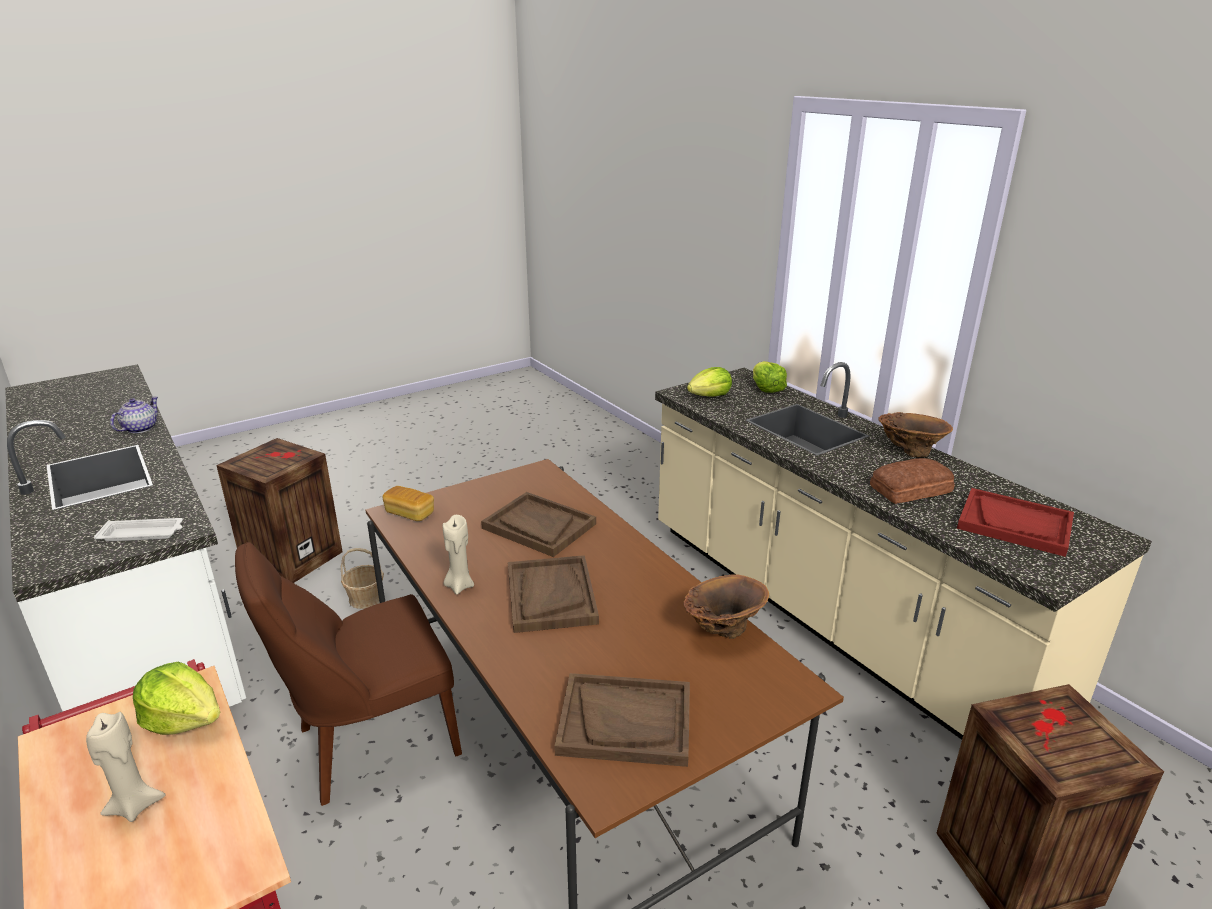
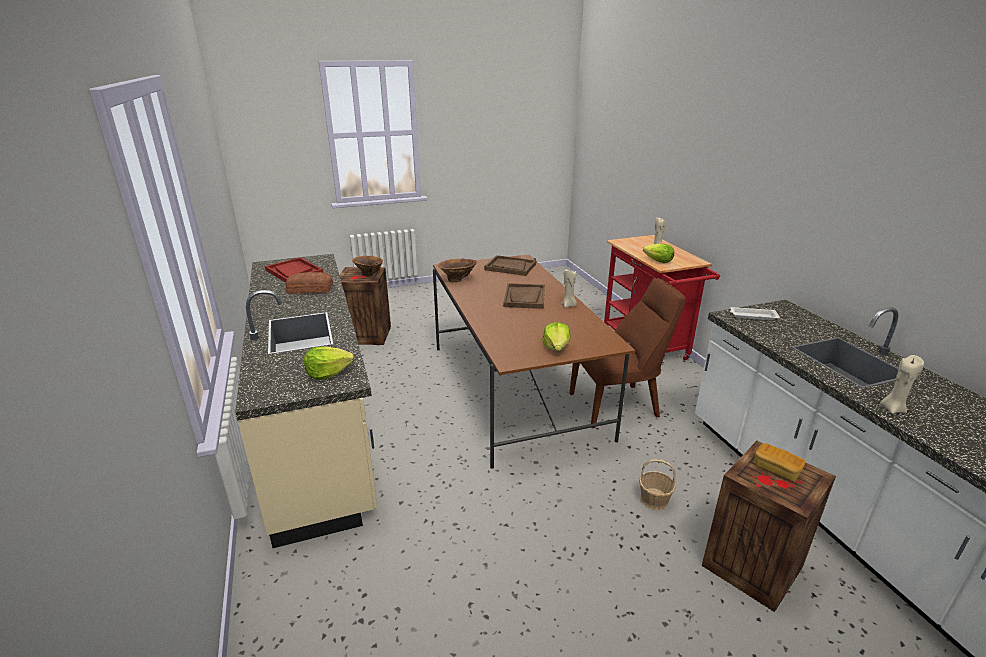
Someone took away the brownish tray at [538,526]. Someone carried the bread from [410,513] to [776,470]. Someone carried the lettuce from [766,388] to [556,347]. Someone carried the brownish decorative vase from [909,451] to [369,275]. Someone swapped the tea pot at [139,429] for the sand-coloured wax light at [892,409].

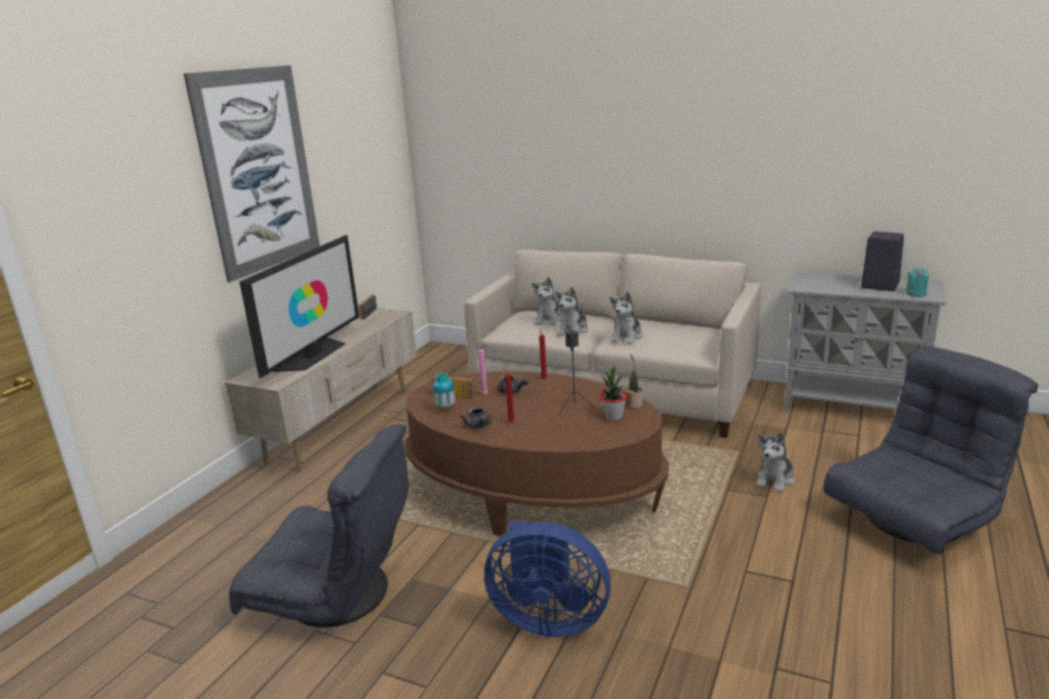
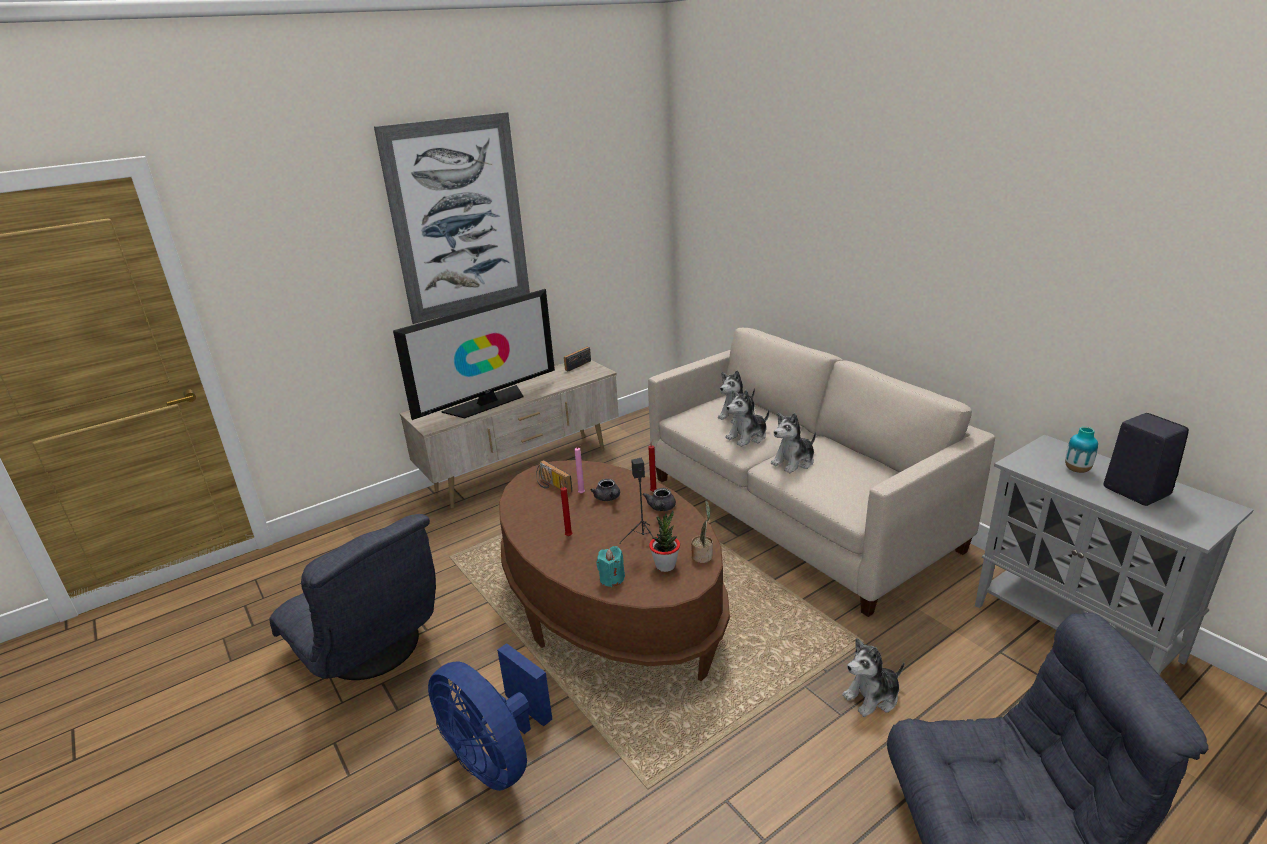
Someone carried the decorative vase from [445,409] to [1077,470]. Someone carried the greyish tea pot from [479,426] to [661,508]. Someone carried the blue-green wax light from [916,294] to [612,579].

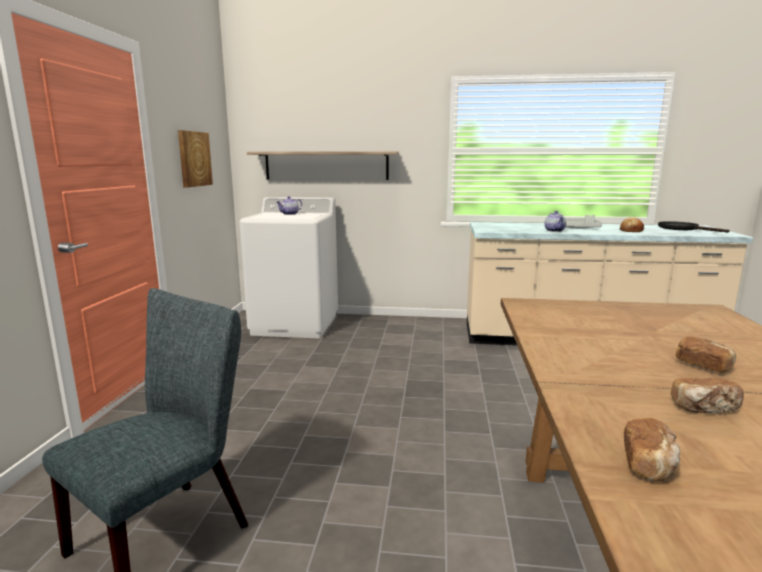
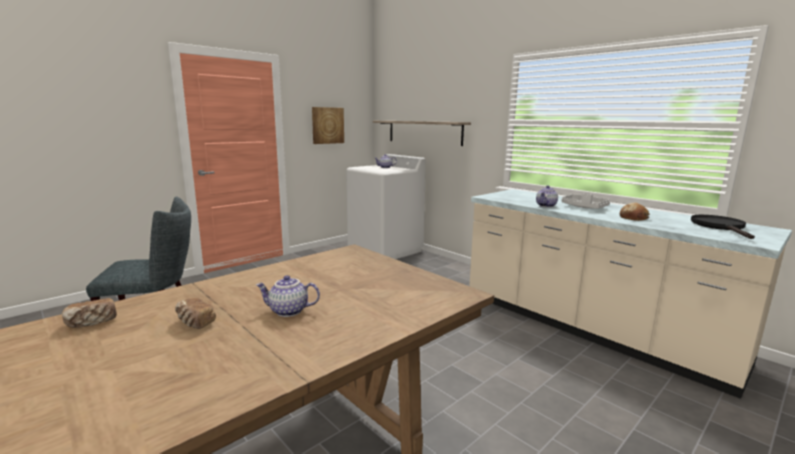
Someone swapped the bread at [703,365] for the tea pot at [288,311].

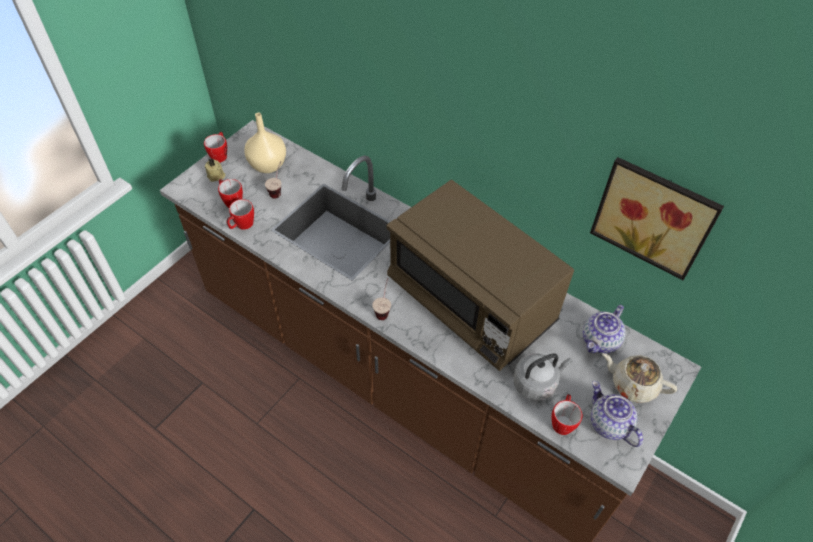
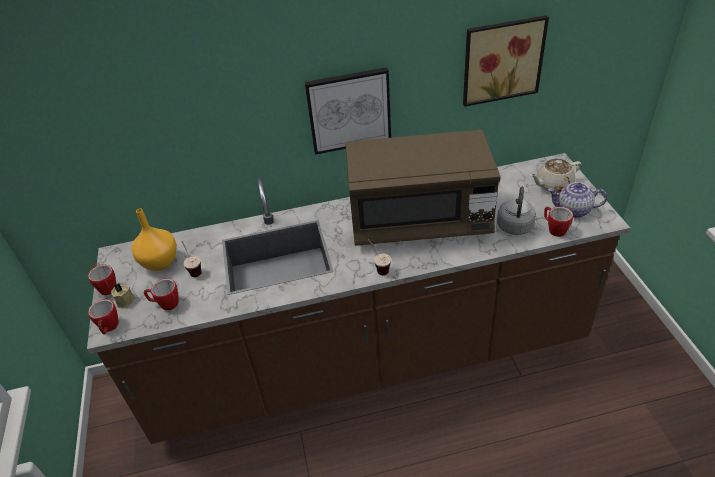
Someone took away the tea pot at [600,341]. Someone put up the wall picture at [349,110]. Someone carried the coffee mug from [242,225] to [109,328]. Someone repainted the sand-coloured decorative vase at [267,165], which became the orange decorative vase at [159,263].

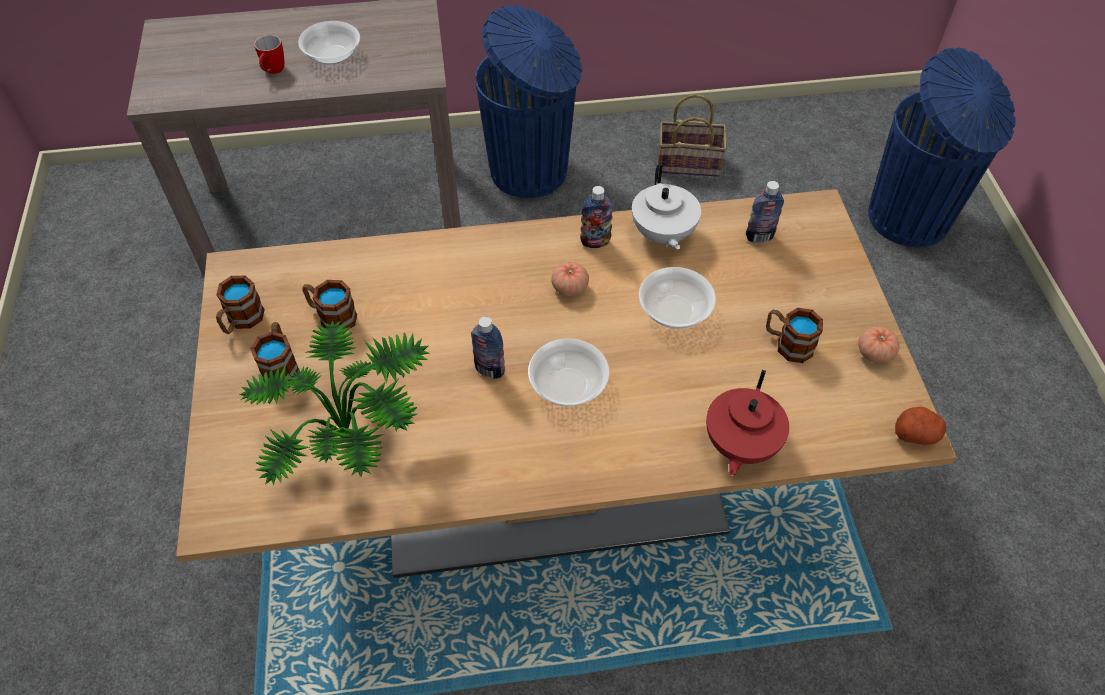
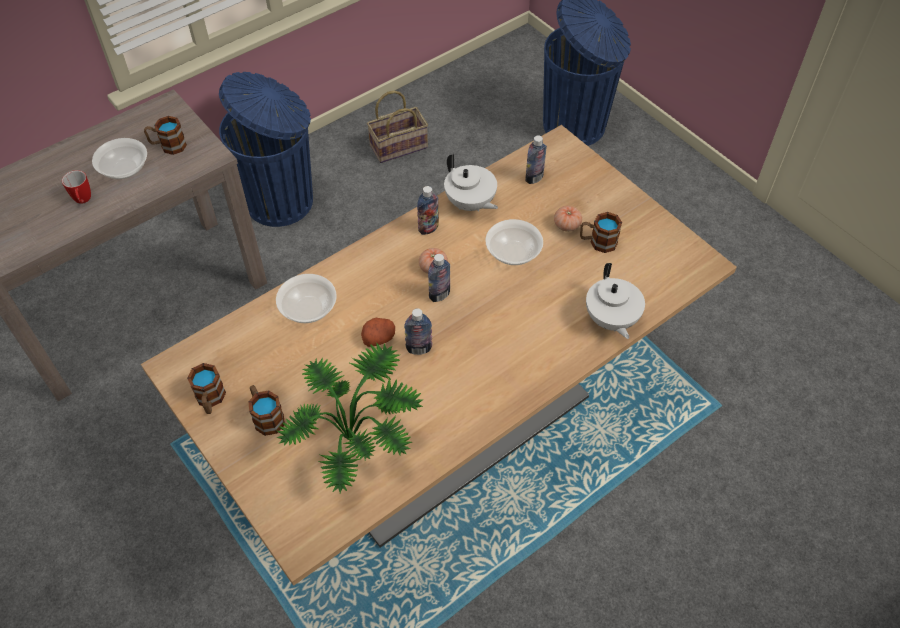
Someone put down the drink bottle at [439,295]. Someone carried the coffee mug from [332,316] to [168,146]. Someone carried the deep dish from [567,384] to [308,308]. Someone carried the fresh tomato from [874,353] to [567,225]. Someone carried the whole potato from [916,433] to [379,337]. Someone repainted the reddish tea pot at [739,445], which became the white-coloured tea pot at [610,320].

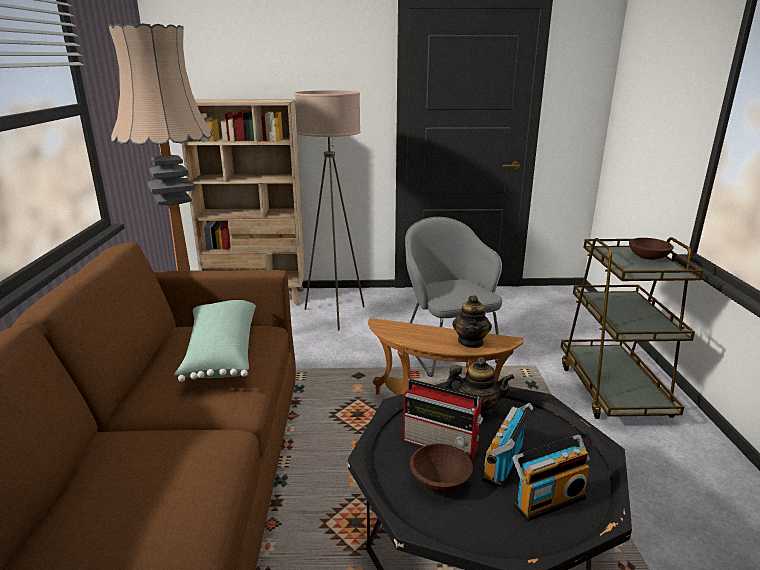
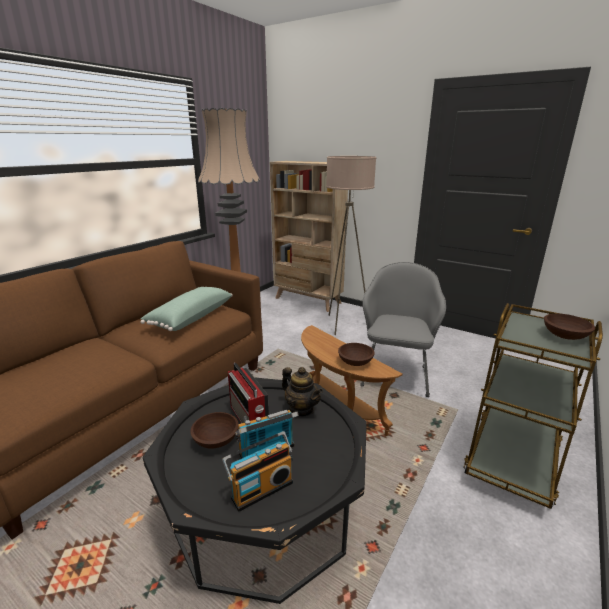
Someone swapped the tea pot at [471,342] for the brownish deep dish at [356,362]. Someone rotated the radio receiver at [547,500] by 45 degrees counterclockwise.

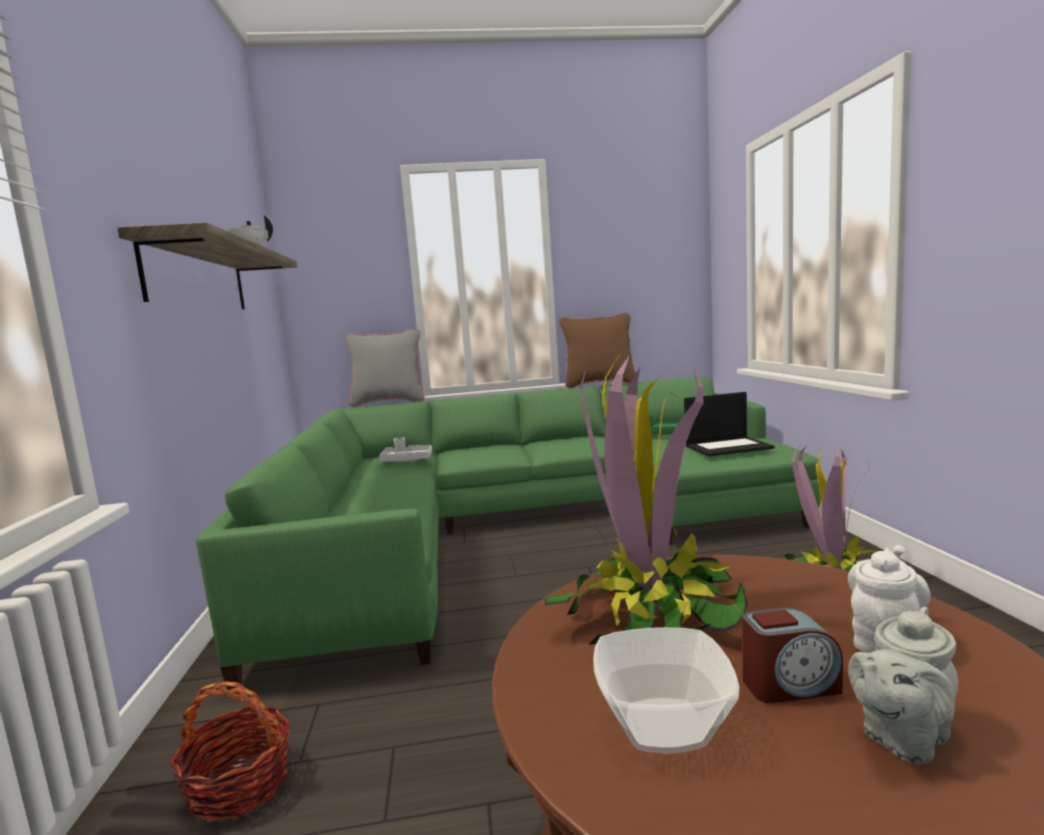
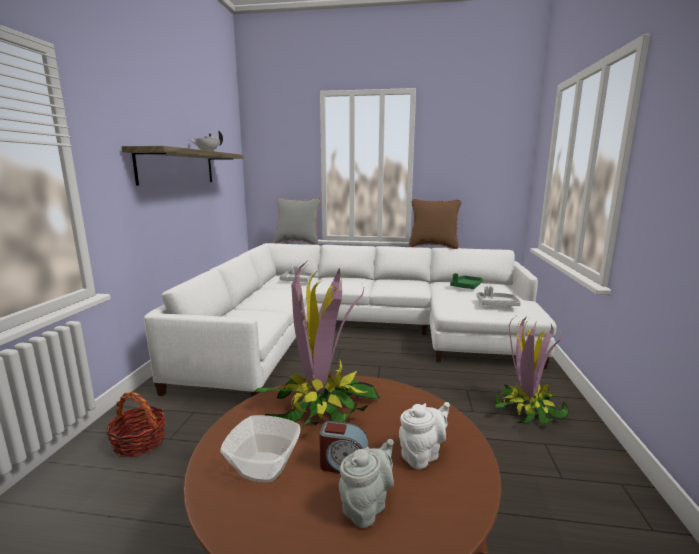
Someone swapped the portable computer at [728,447] for the greyish tray at [496,304]. Someone repainted the green settee at [522,527], which became the white-coloured settee at [359,332]. Someone rotated the greyish tea pot at [901,737] by 150 degrees clockwise.

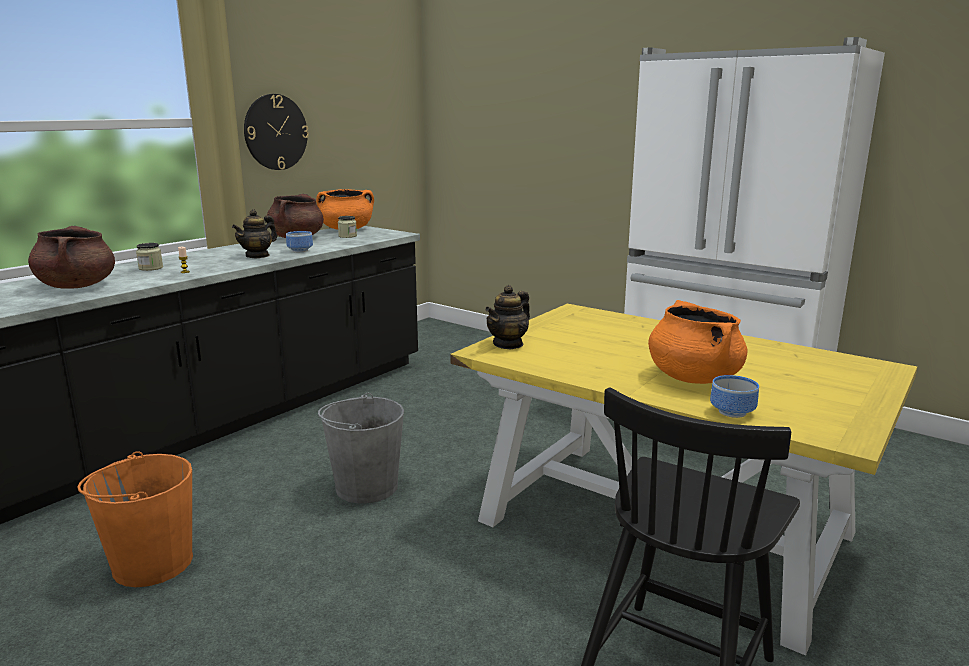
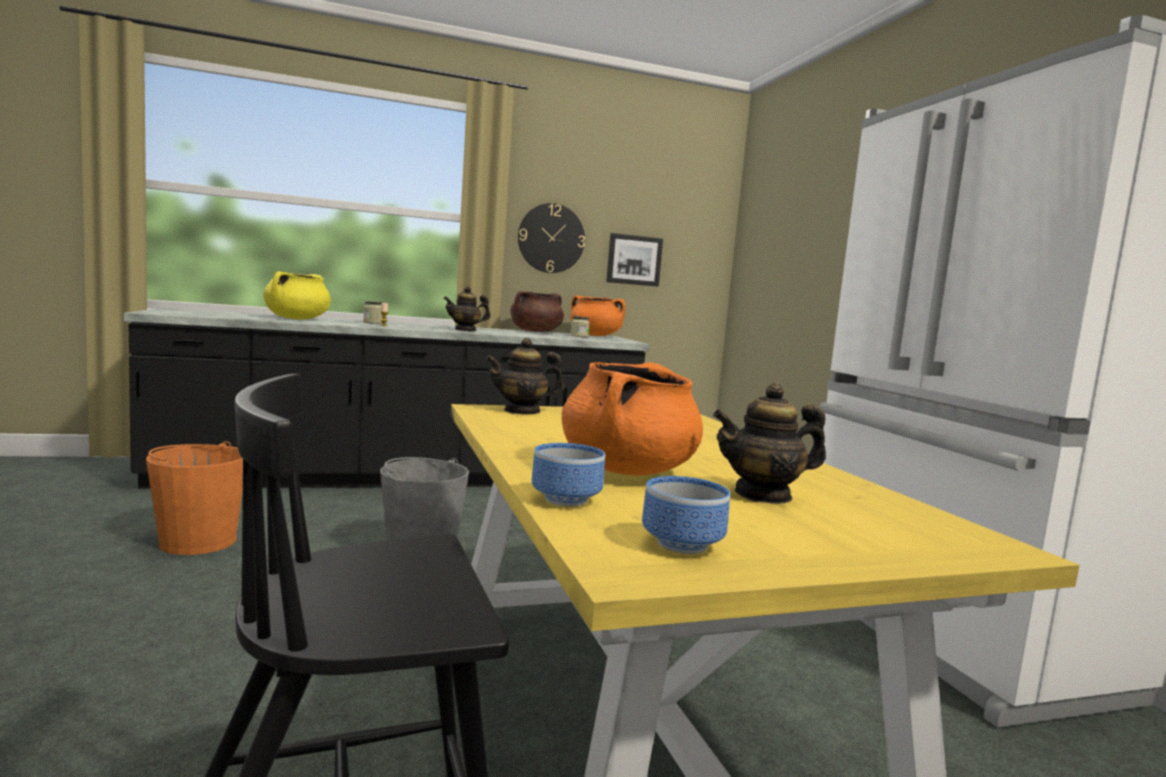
Someone put up the wall picture at [634,260]. Someone put down the tea pot at [763,495]. Someone carried the deep dish from [299,251] to [678,544]. Someone repainted the brownish stockpot at [77,286], which became the yellow-coloured stockpot at [297,319].

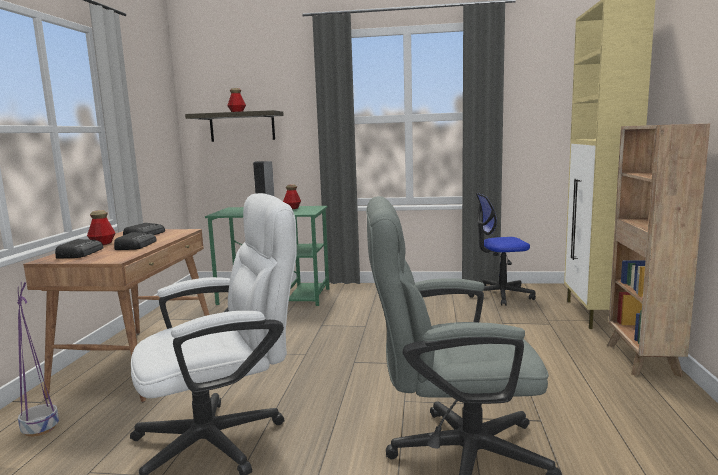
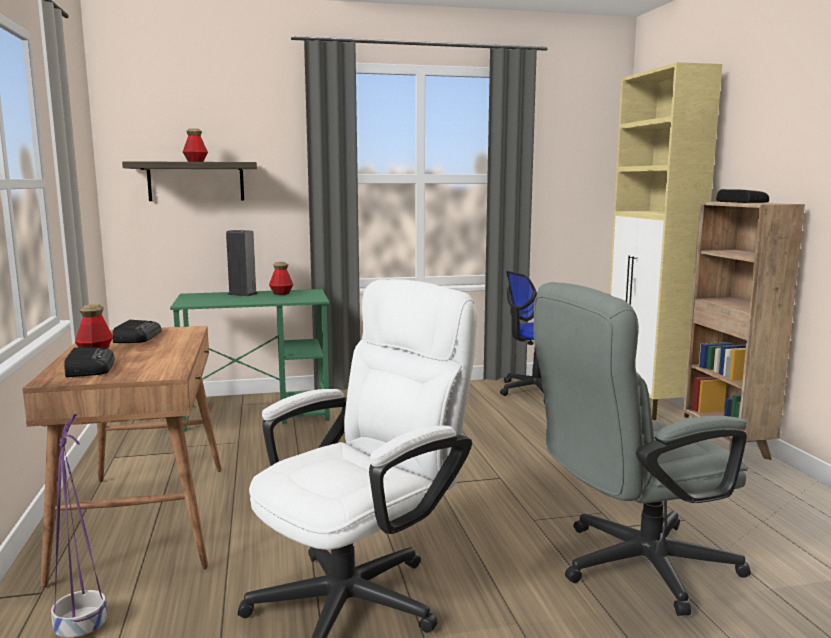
Someone carried the radio receiver from [136,245] to [741,202].

